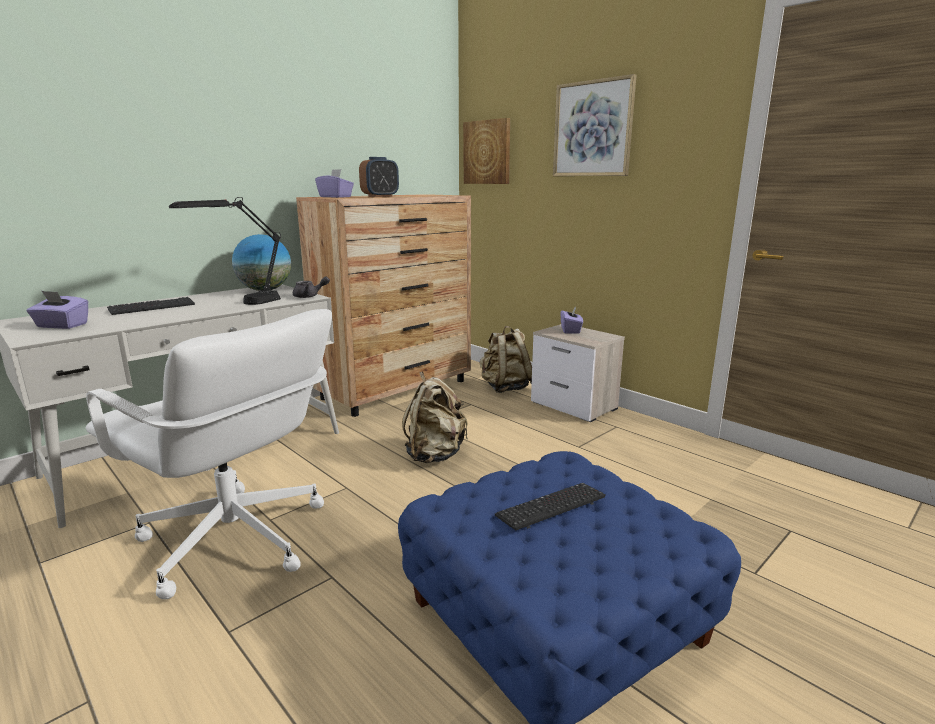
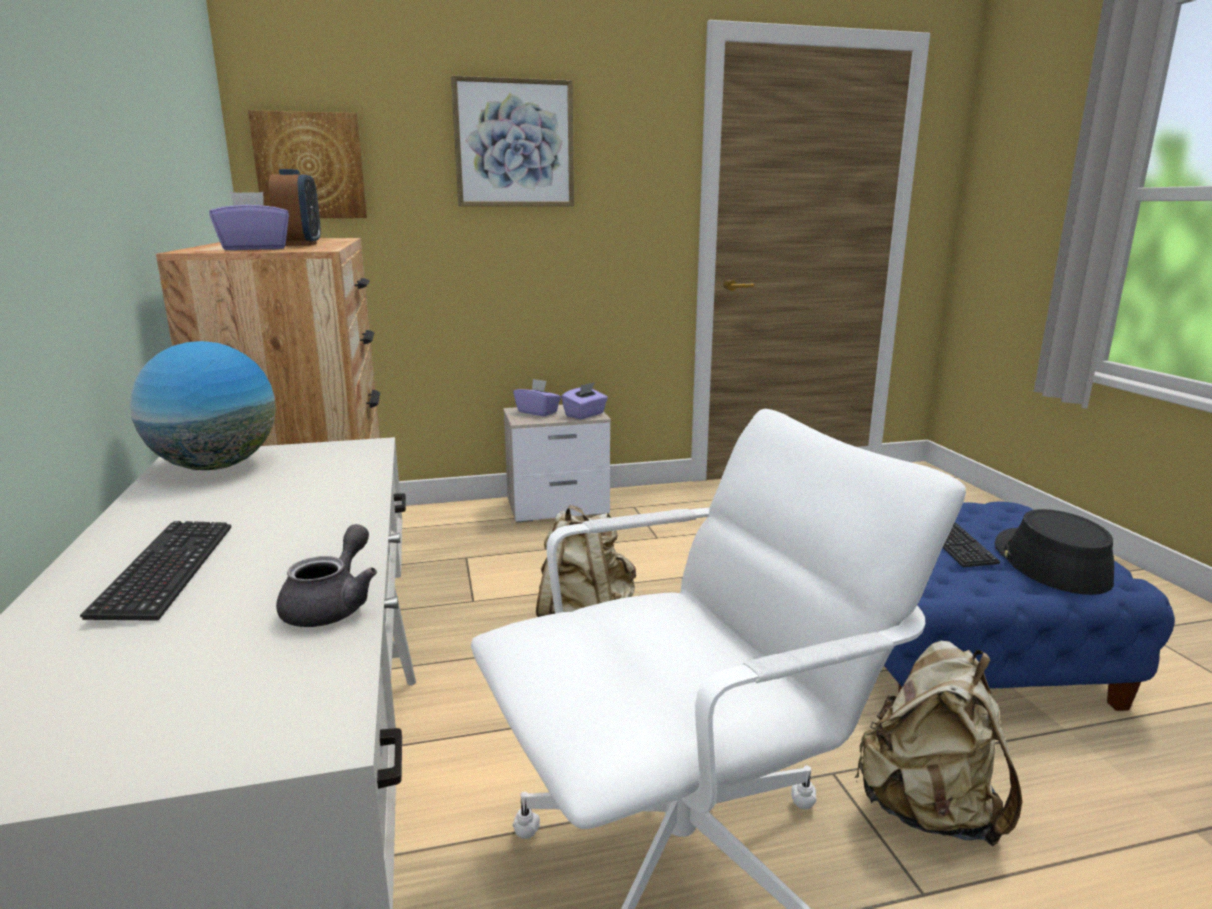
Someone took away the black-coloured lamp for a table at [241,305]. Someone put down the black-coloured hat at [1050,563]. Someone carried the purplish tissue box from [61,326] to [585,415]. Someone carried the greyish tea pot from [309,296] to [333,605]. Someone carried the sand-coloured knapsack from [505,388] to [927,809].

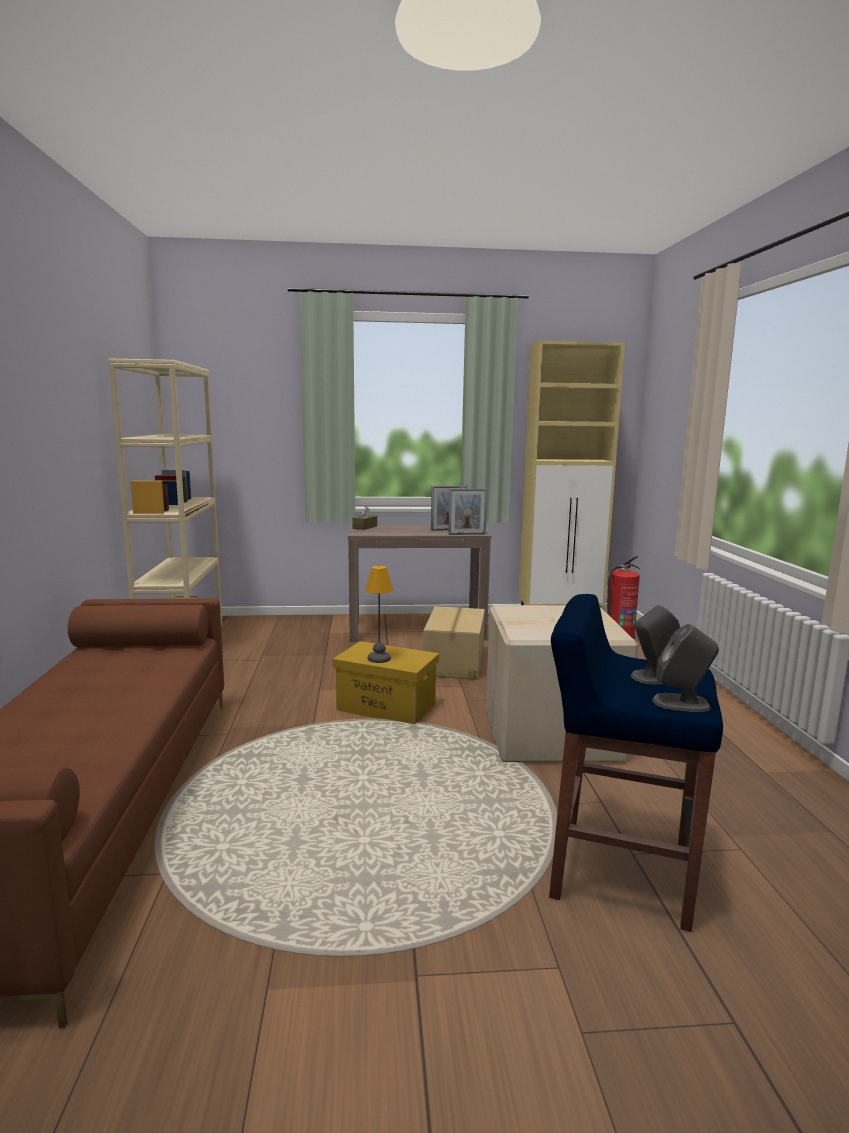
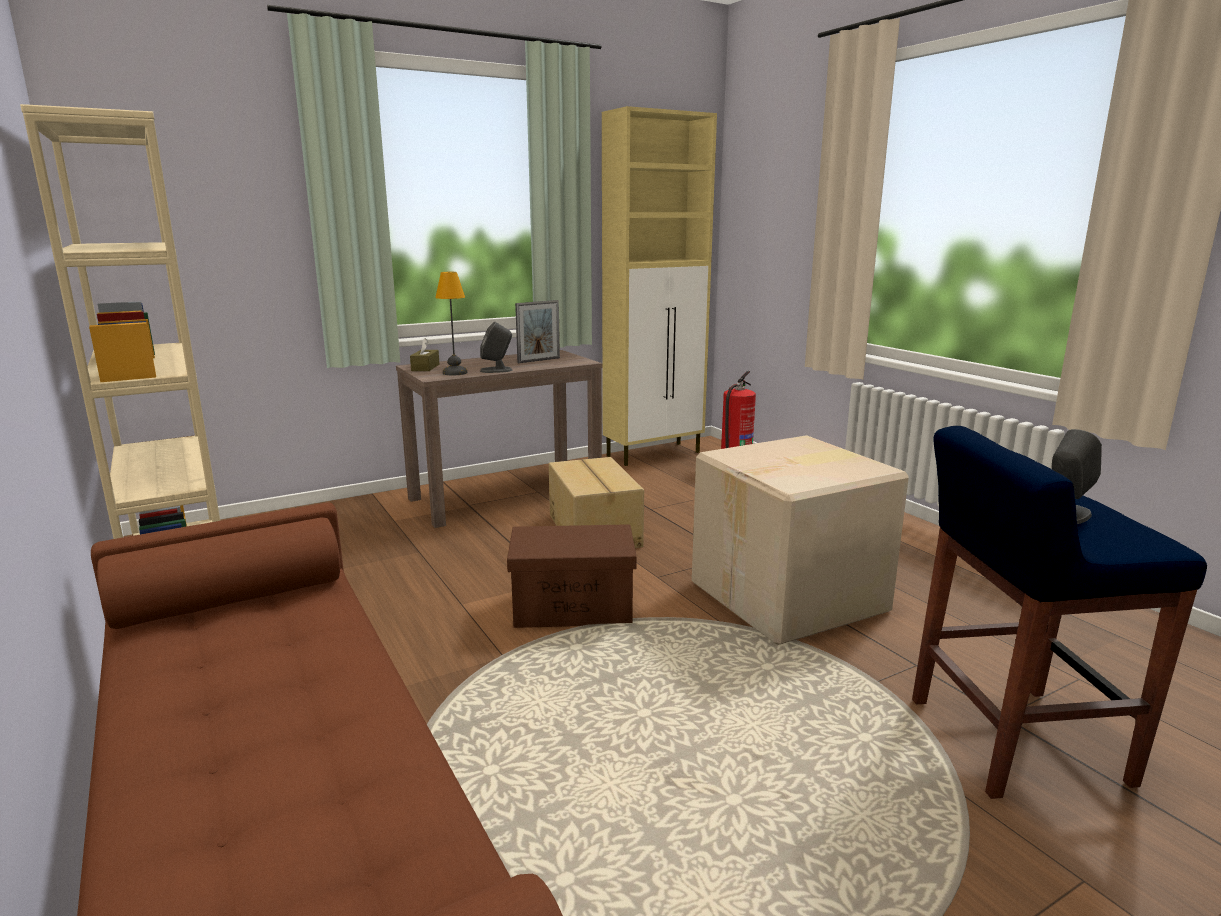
Someone took away the picture frame at [467,534]. Someone carried the lamp for a table from [378,658] to [454,373]. Someone carried the greyish audio speaker from [682,703] to [496,370]. Someone repainted the yellow-coloured storage bin at [387,707], which became the brownish storage bin at [574,607].

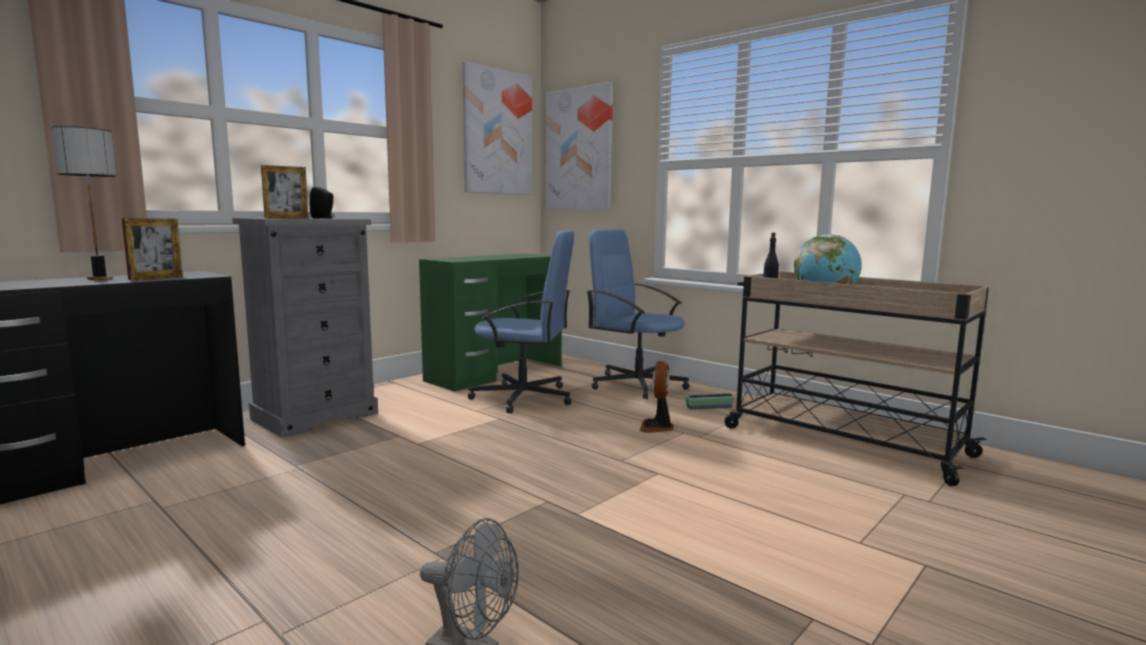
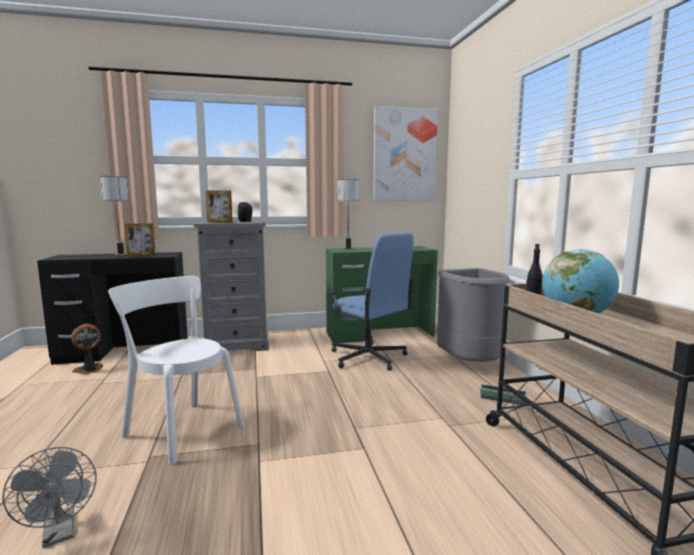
Someone took away the wall picture at [579,149]. Someone put down the white-coloured plain chair at [181,429]. Someone put down the lamp for a table at [348,249]. Someone carried the fan from [657,427] to [89,370]. Someone swapped the blue-coloured office chair at [637,384] for the greyish waste bin at [470,364].

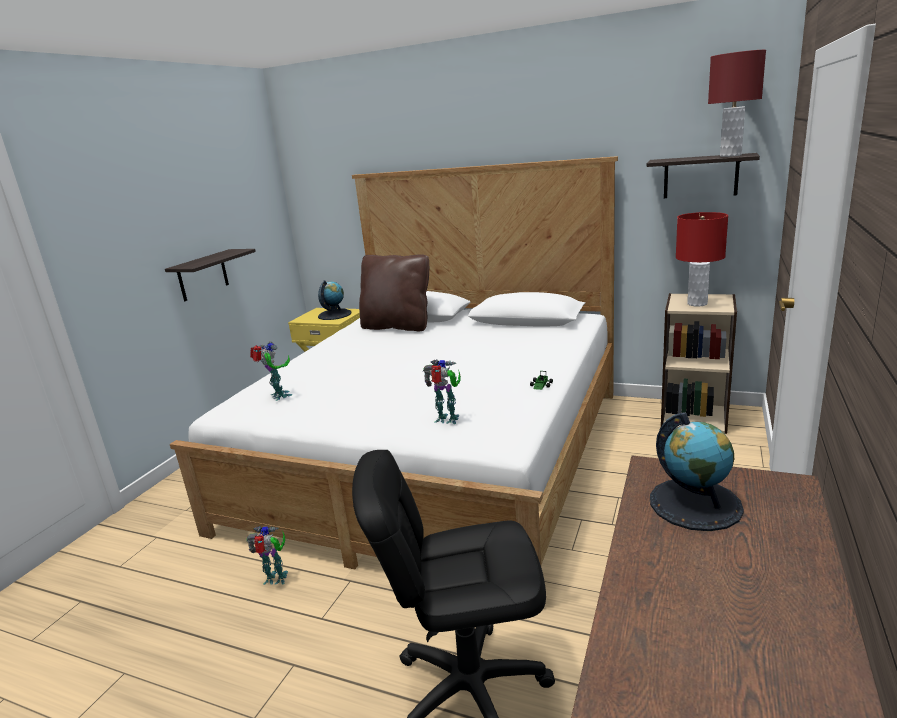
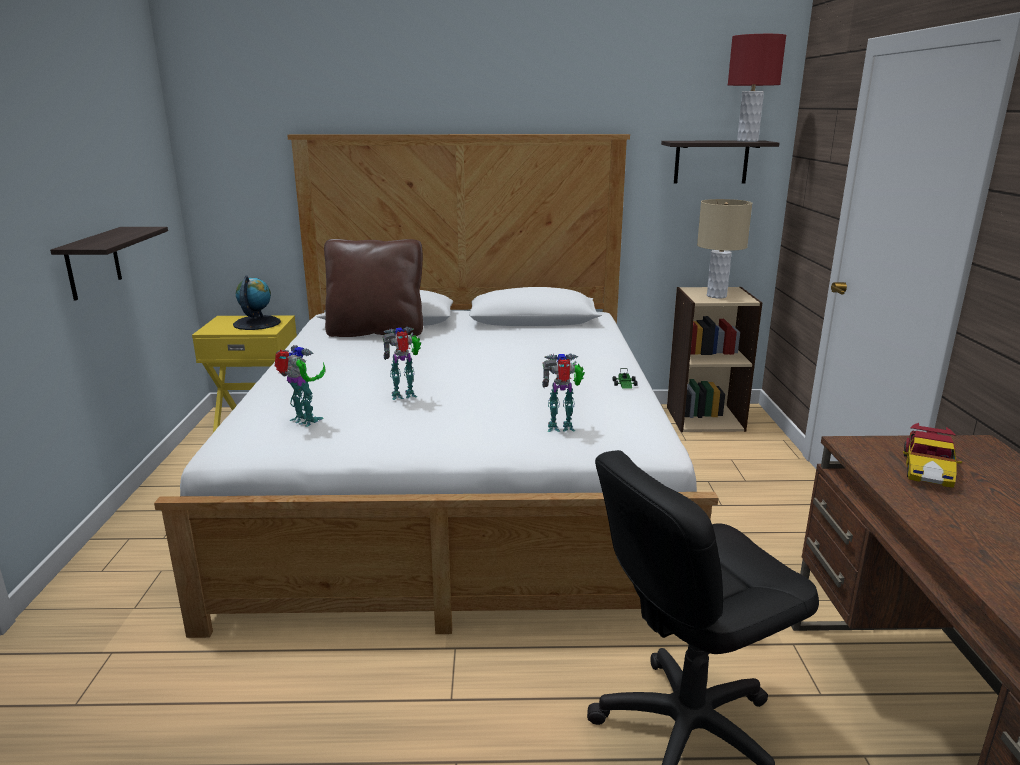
Someone carried the model robot from [276,580] to [405,395]. Someone swapped the world globe at [695,503] for the toy car at [927,470]. Someone repainted the reddish lamp for a table at [697,304], which became the sand-coloured lamp for a table at [716,296].

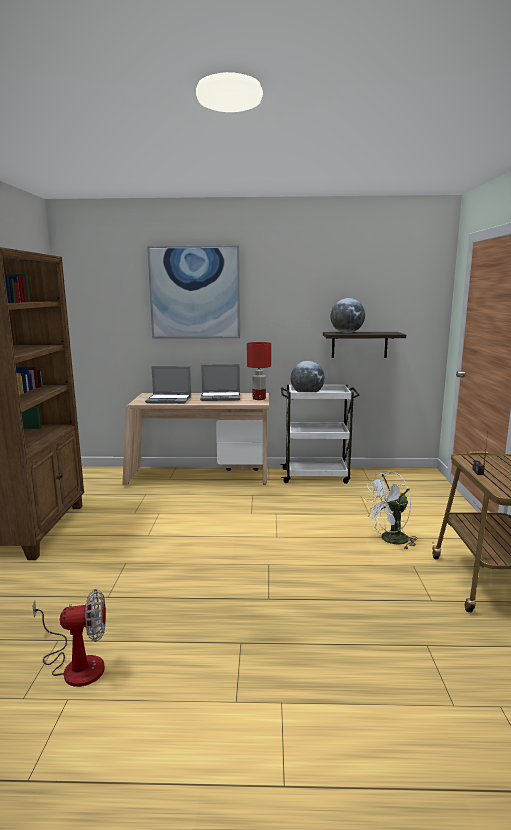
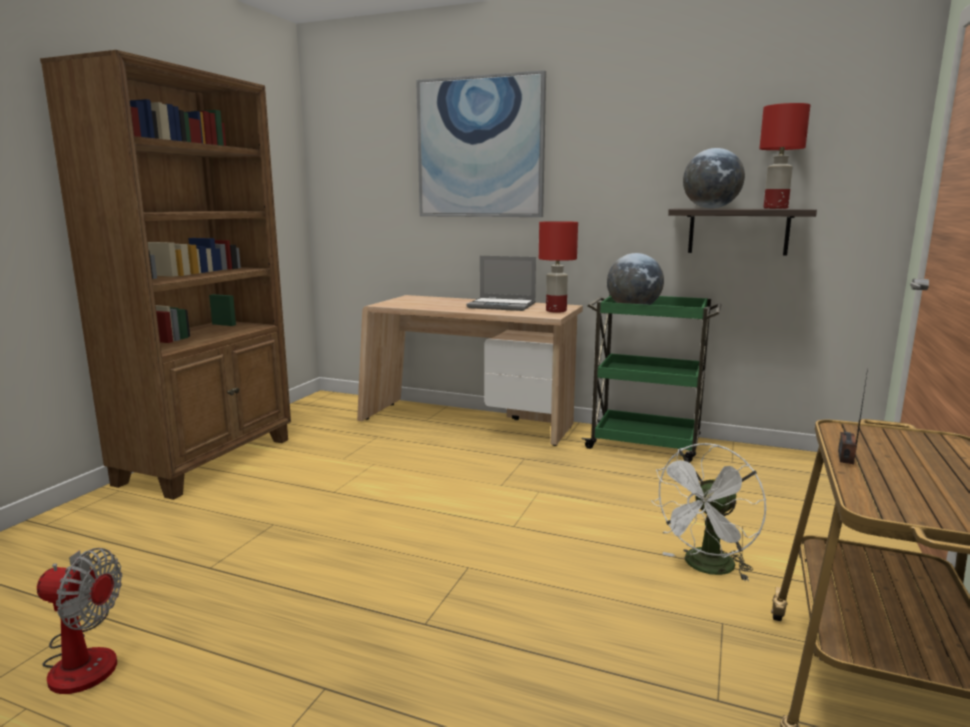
Someone took away the portable computer at [169,400]. Someone put down the reddish lamp for a table at [776,208]. Someone repainted the white-coloured trolley at [316,476], which became the green trolley at [646,444]. Someone rotated the white-coloured fan at [390,540] by 45 degrees counterclockwise.

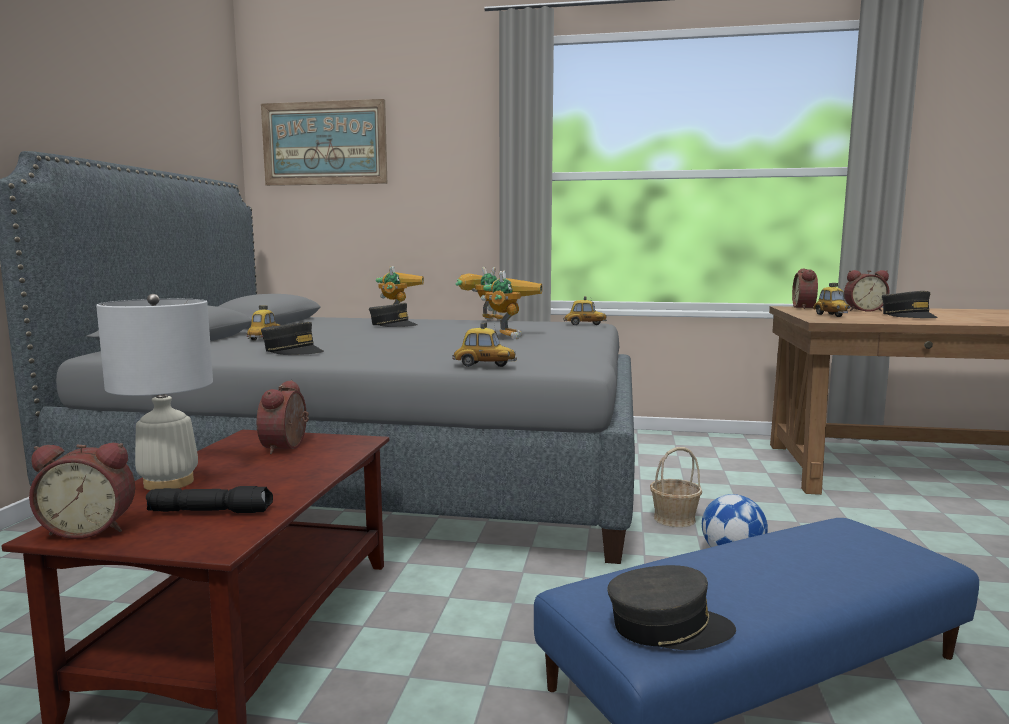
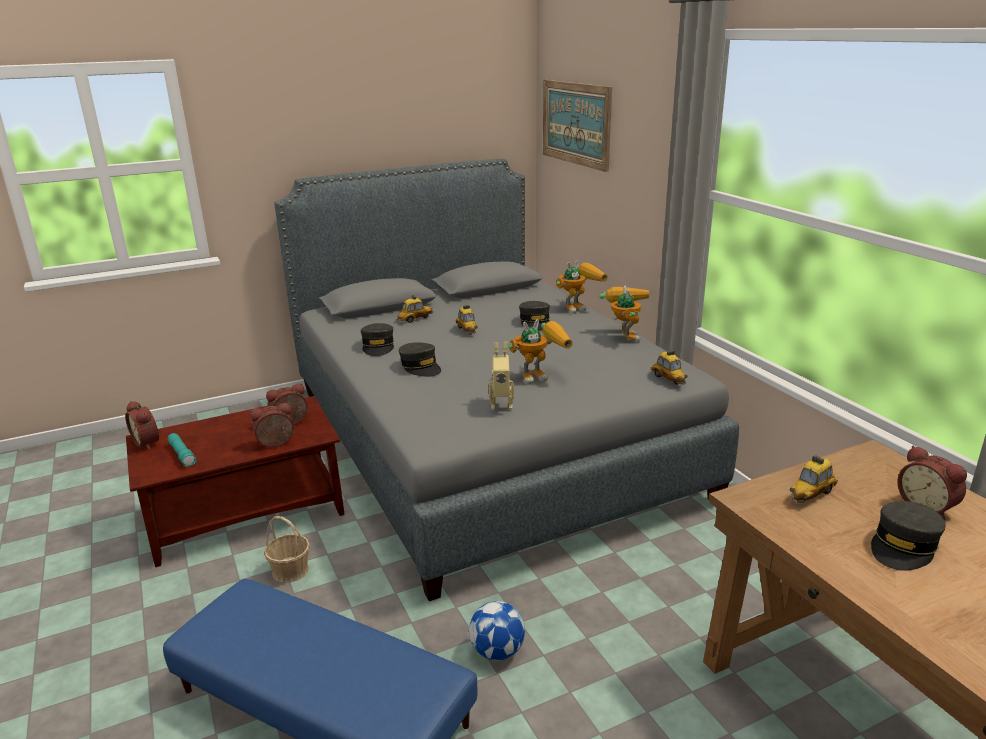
Someone took away the white-coloured lamp for a table at [168,482]. Someone put down the model robot at [501,404]. Someone carried the toy car from [484,365] to [467,330]. Someone carried the greyish baseball cap from [668,627] to [420,367]. Someone carried the basket from [674,519] to [290,570]. Someone carried the bedside clock from [806,307] to [276,444]. Someone repainted the black-coloured flashlight at [212,511], which became the blue-green flashlight at [183,455].

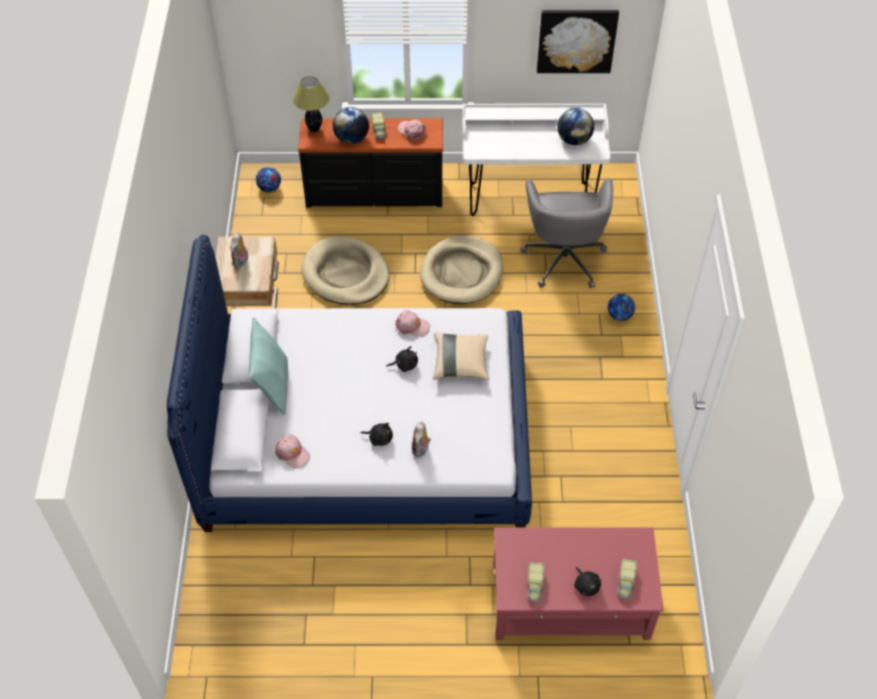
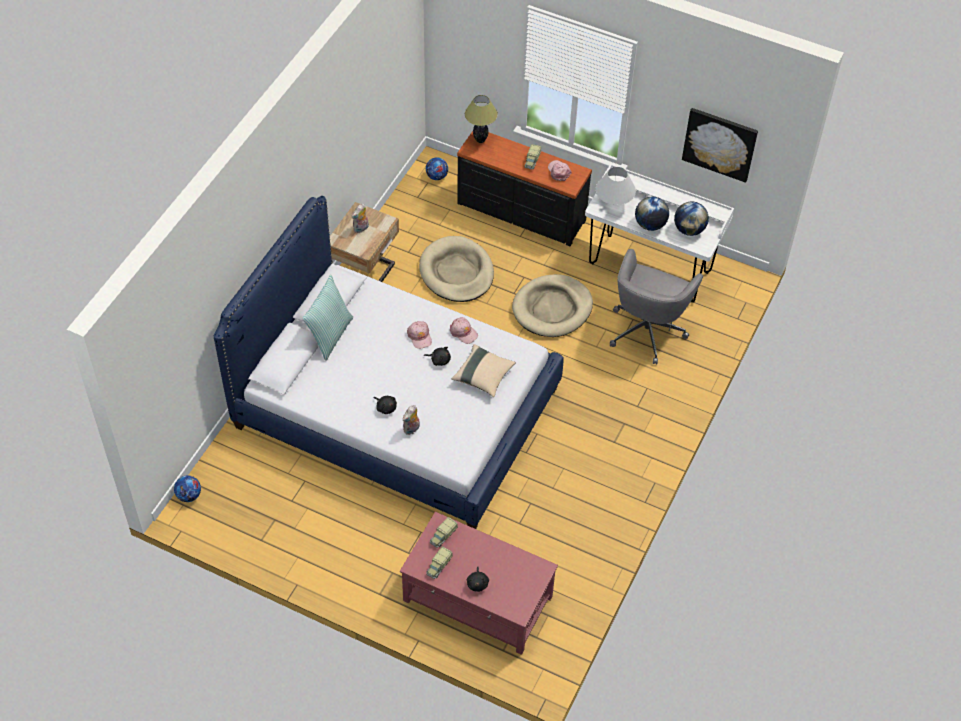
Someone put down the white-coloured lamp for a table at [613,205]. Someone carried the pinkish baseball cap from [292,453] to [419,336]. Someone carried the world globe from [351,139] to [650,225]. Someone carried the football ball from [619,315] to [189,495]. Someone carried the toy lorry from [626,582] to [443,536].

